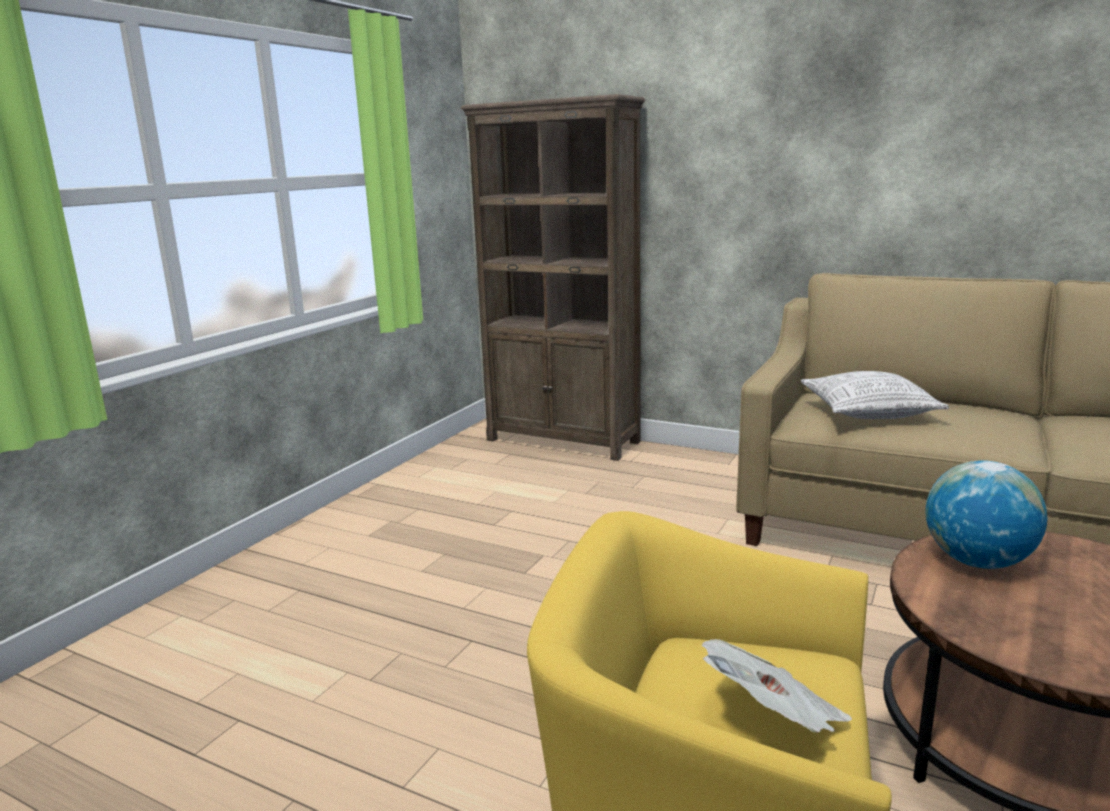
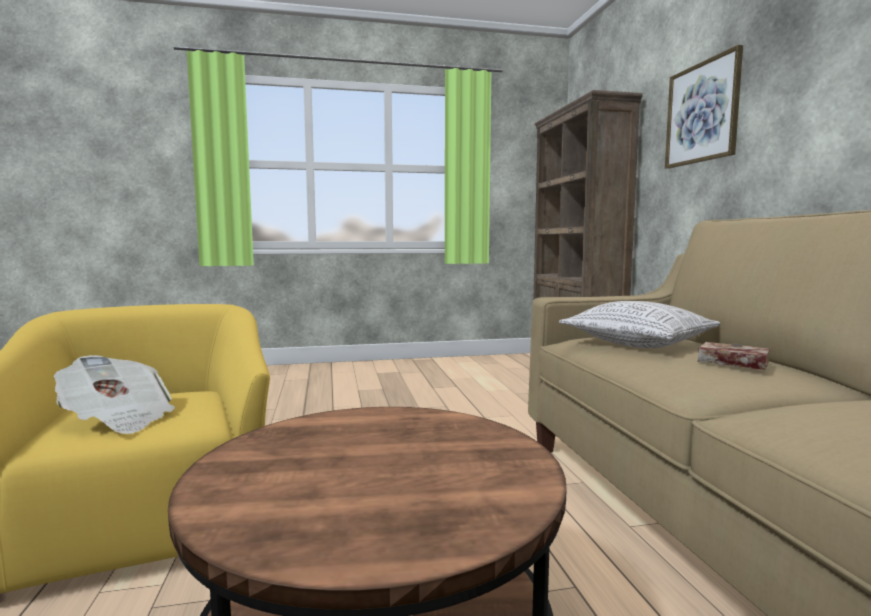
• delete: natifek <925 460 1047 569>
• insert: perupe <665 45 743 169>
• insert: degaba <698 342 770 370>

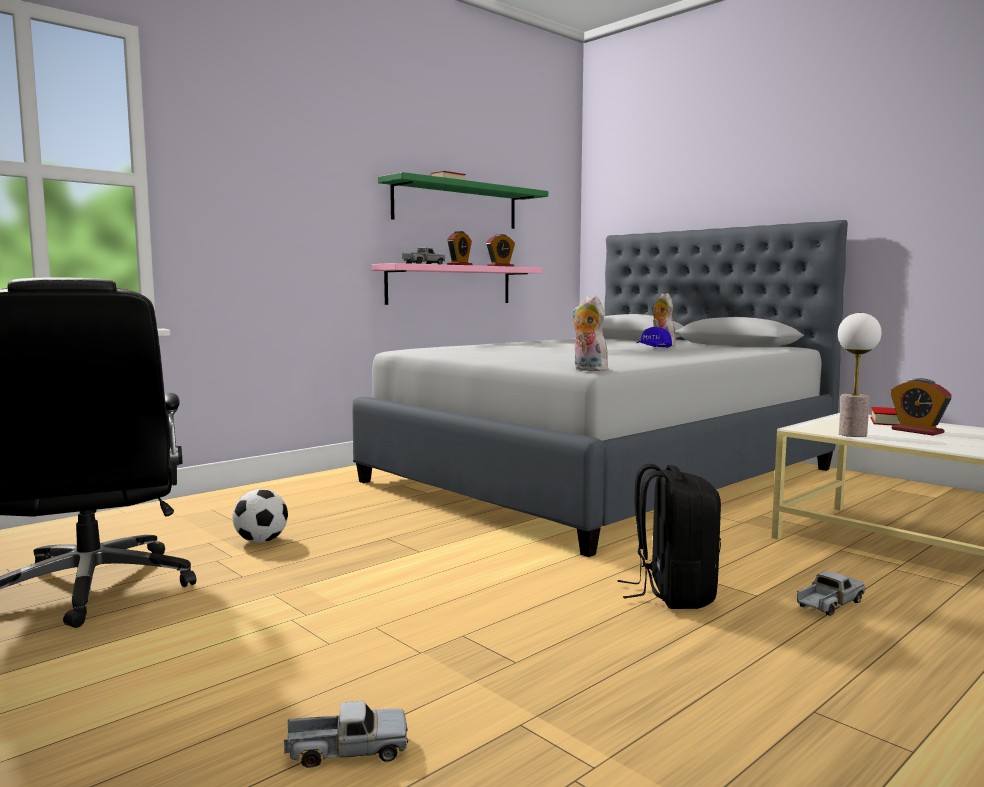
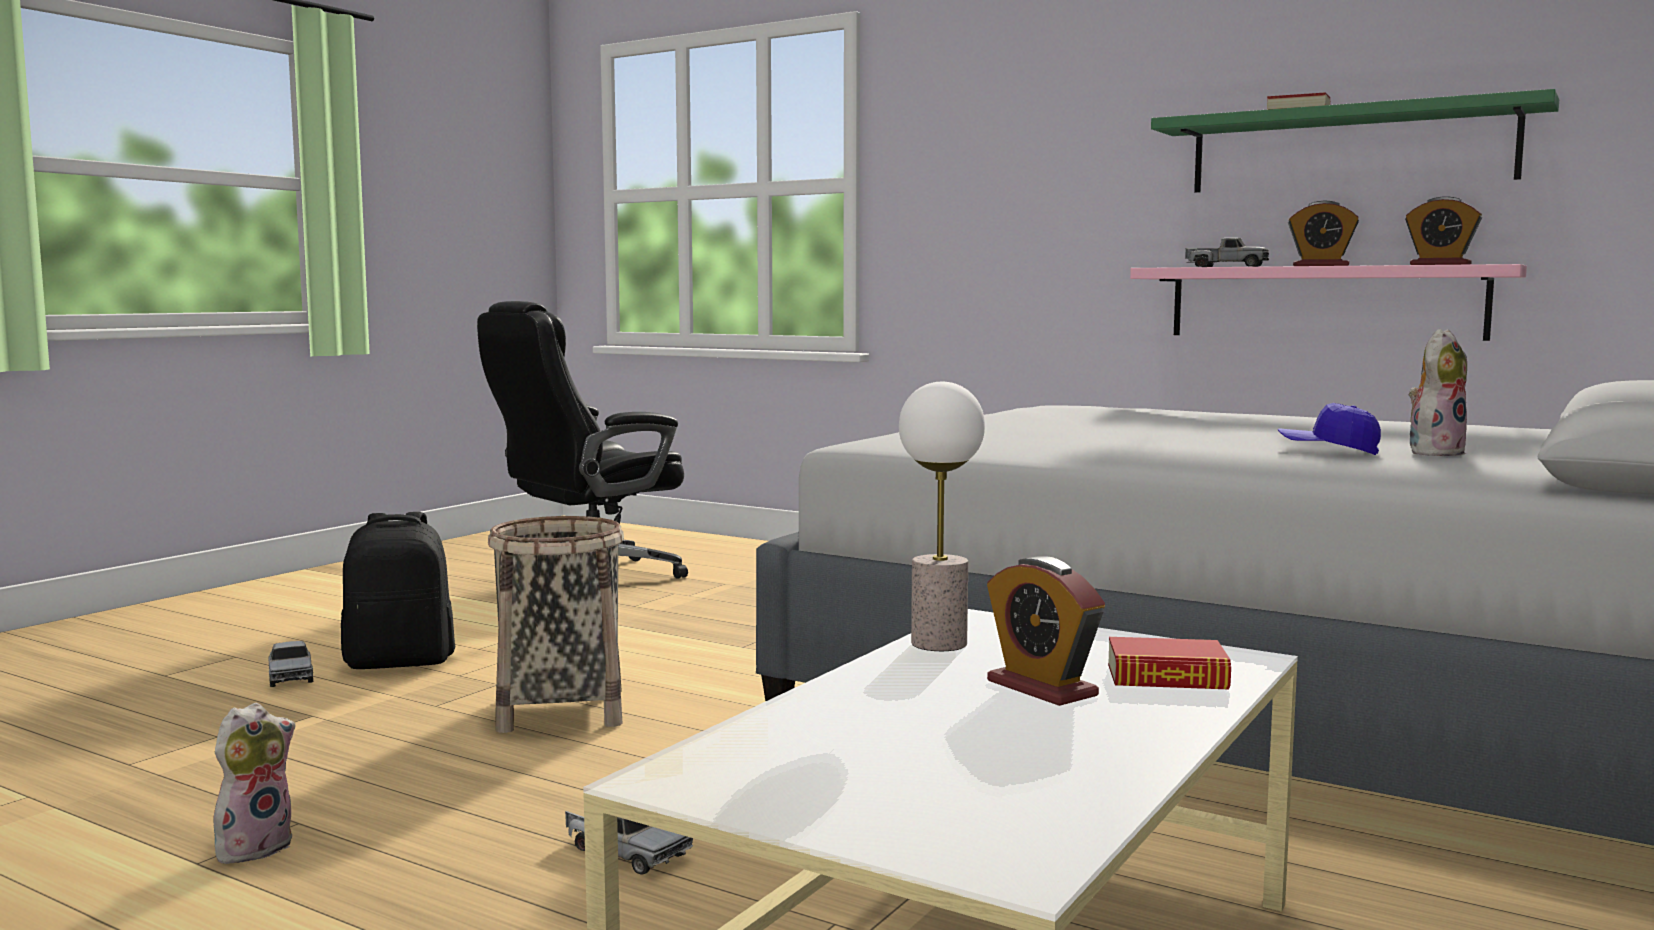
• delete: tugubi <232 489 288 543>
• insert: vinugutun <488 516 624 733>
• move: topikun <572 296 609 371> to <213 702 295 865>
• move: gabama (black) <618 464 721 609> to <341 512 455 669>
• rotate: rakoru <891 378 951 436> = <987 556 1105 706> 75 degrees counterclockwise

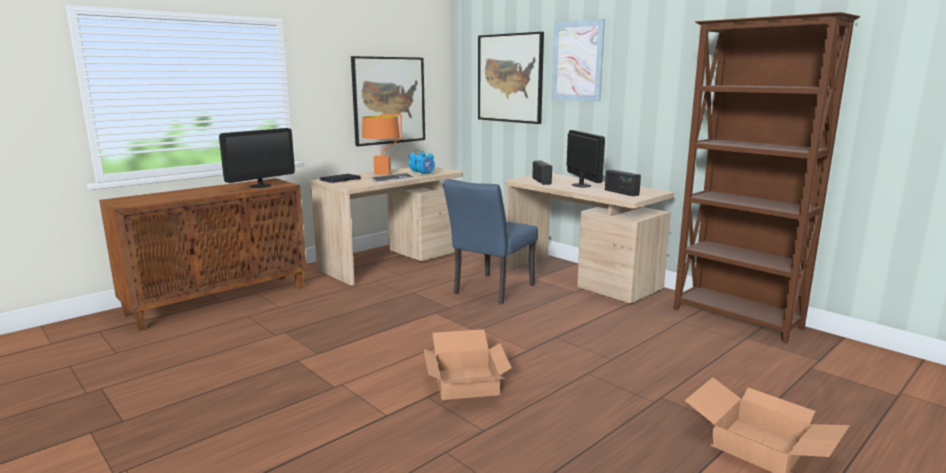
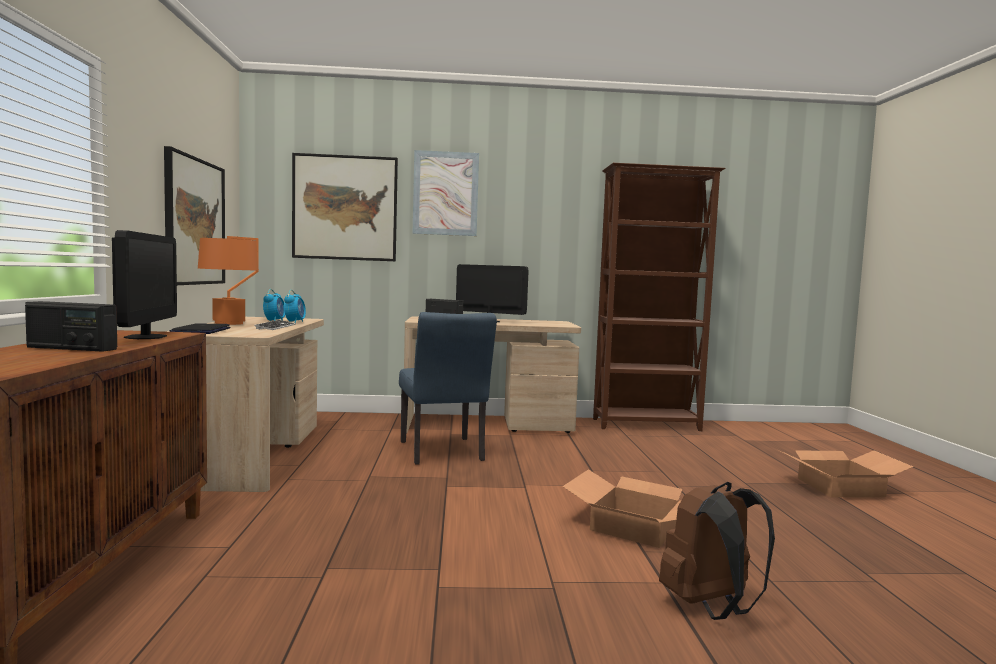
• insert: gabama (brown) <659 482 775 620>
• move: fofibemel <605 170 641 196> to <25 301 117 352>

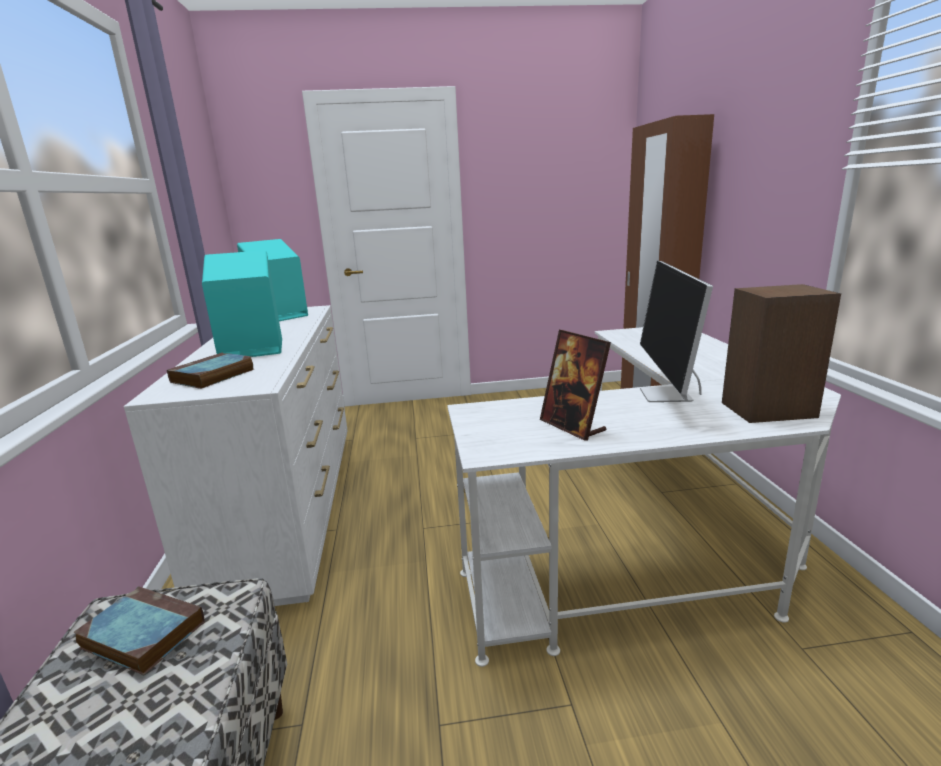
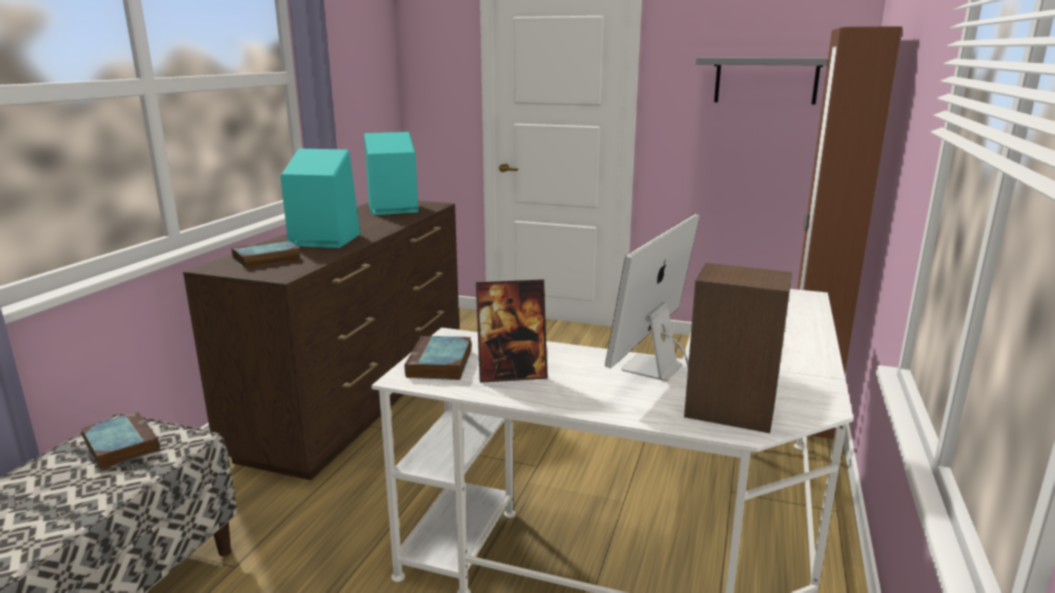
• insert: degaba <404 336 472 380>
• insert: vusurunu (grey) <696 57 828 105>
• recolor: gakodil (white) <124 305 348 606> to gakodil (brown) <183 201 459 480>
• rotate: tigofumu <540 330 611 441> = <476 279 548 383> 90 degrees counterclockwise

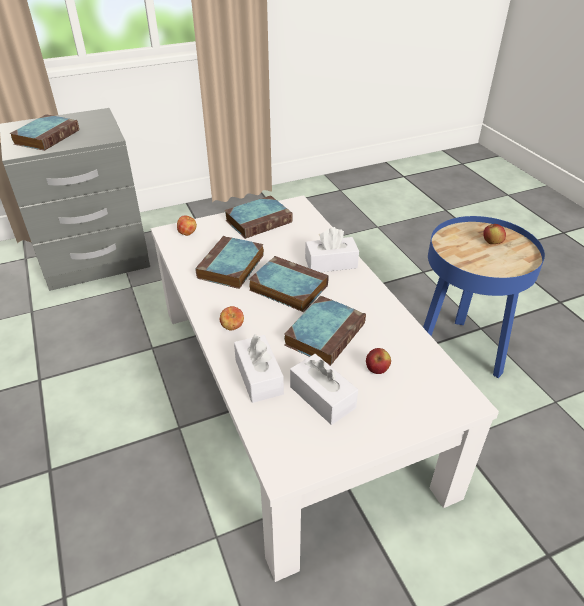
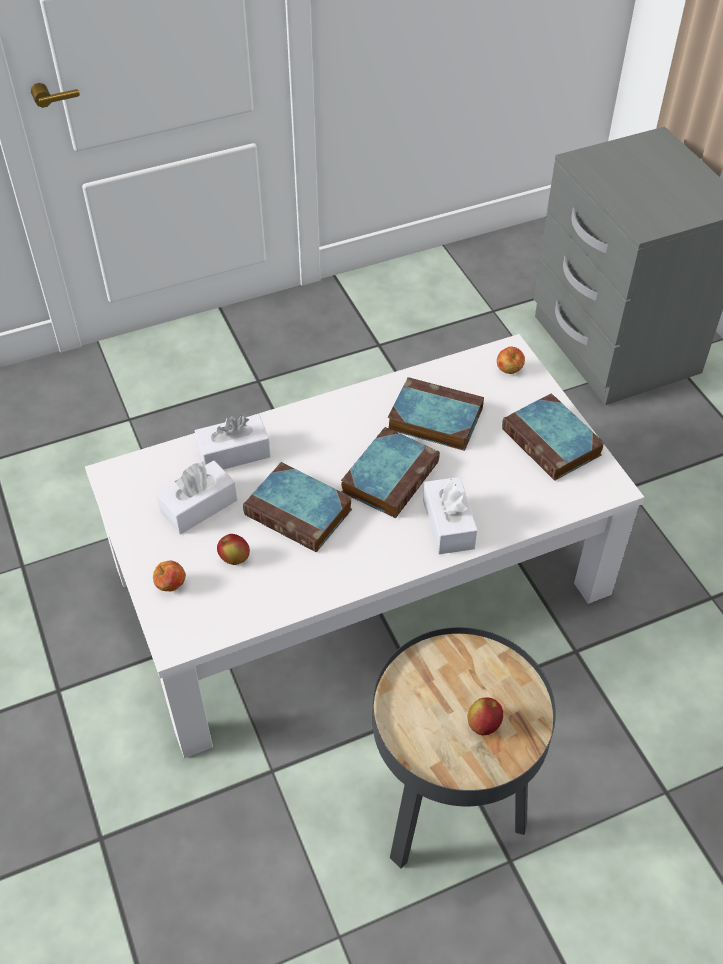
• delete: degaba <9 114 79 151>
• move: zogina <220 306 244 331> to <153 560 186 591>
• recolor: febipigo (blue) <423 216 545 378> to febipigo (black) <372 627 556 868>

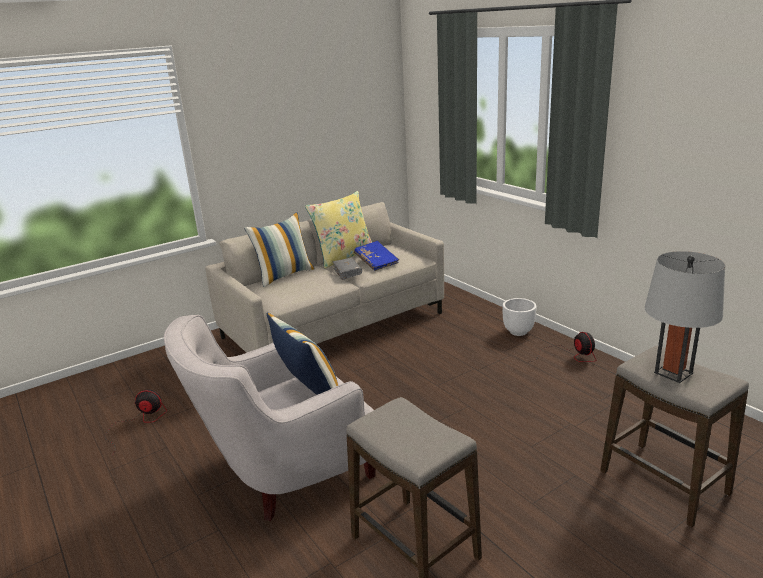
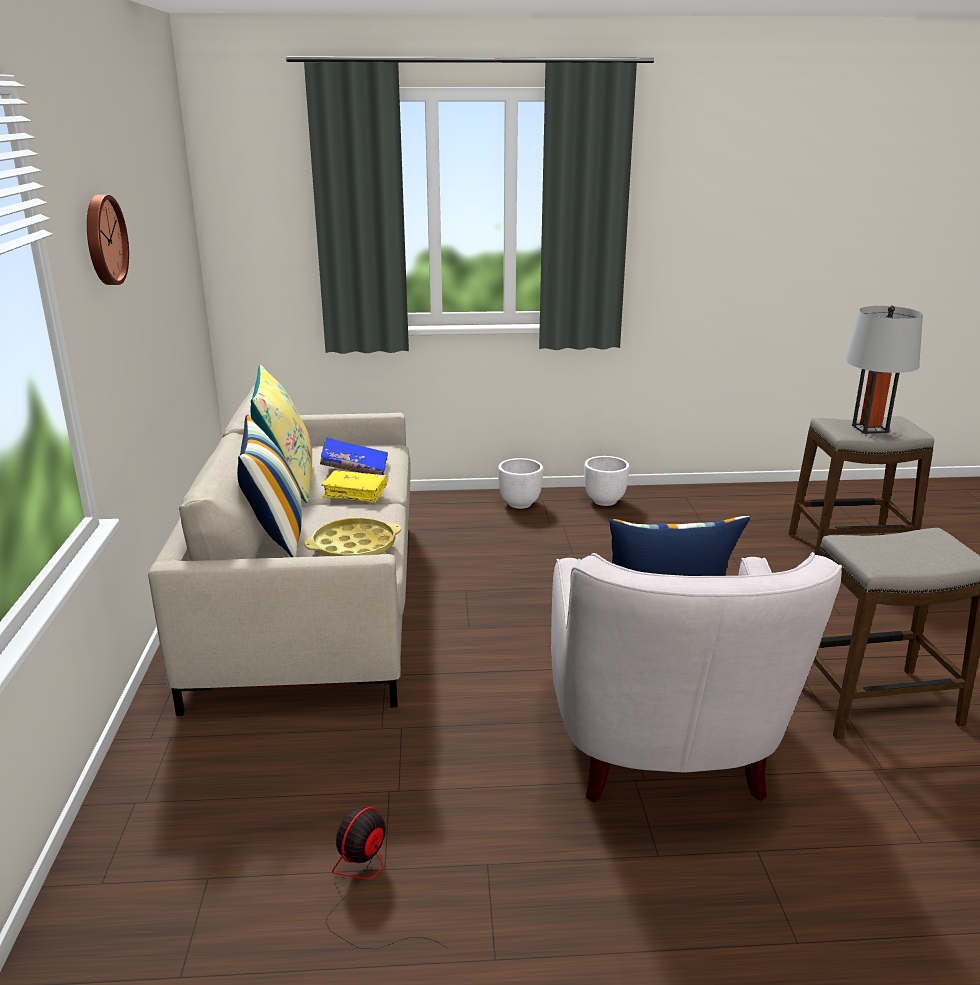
• insert: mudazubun <87 195 129 285>
• insert: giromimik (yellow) <304 518 401 556>
• replace: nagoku <530 332 596 362> to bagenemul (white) <584 456 629 506>
• recolor: degaba (grey) <333 258 362 280> to degaba (yellow) <321 470 387 503>

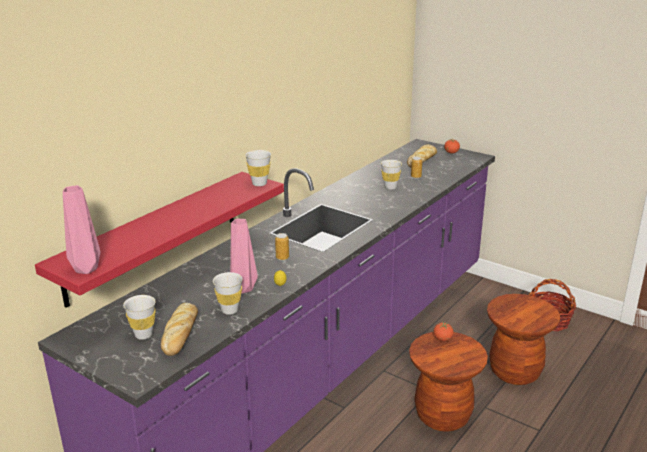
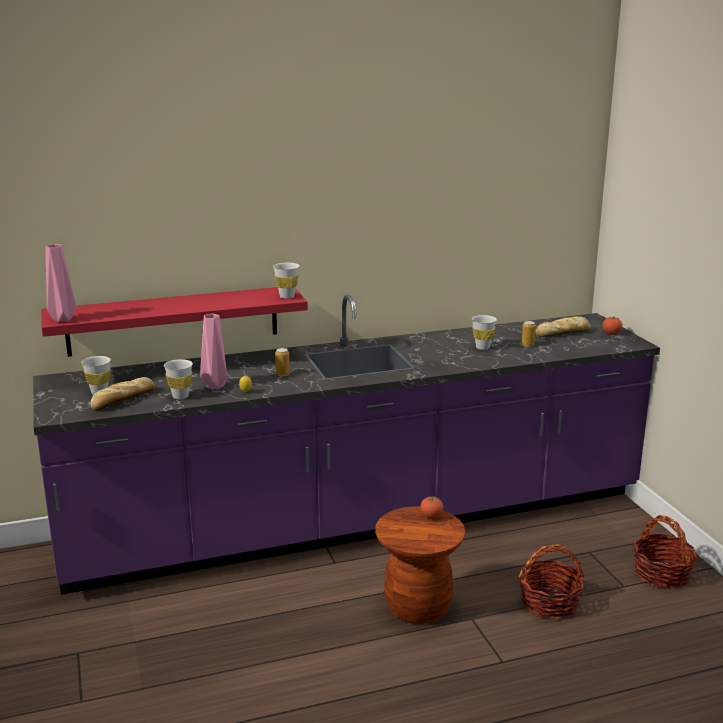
• replace: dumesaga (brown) <487 294 560 385> to vinugutun <519 544 585 619>

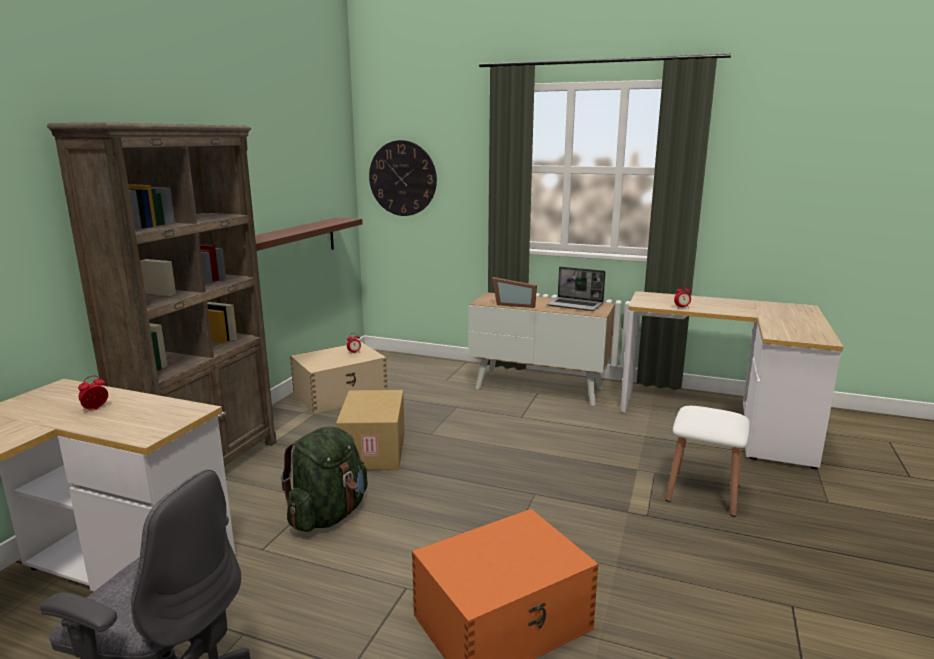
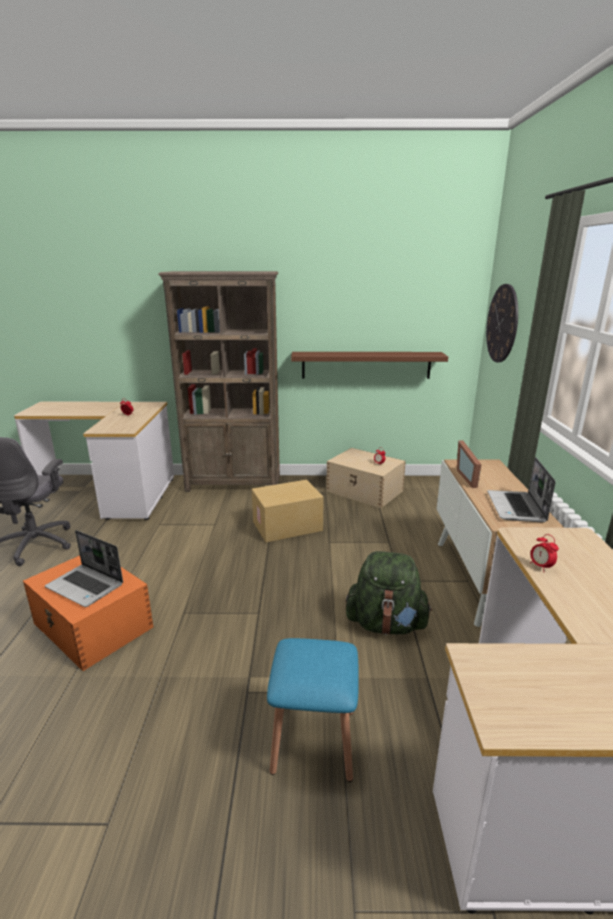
• insert: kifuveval <45 530 123 607>
• move: gabama (green) <281 426 368 532> to <346 551 432 635>
• recolor: dumesaga (white) <666 406 750 517> to dumesaga (blue) <267 638 359 782>

